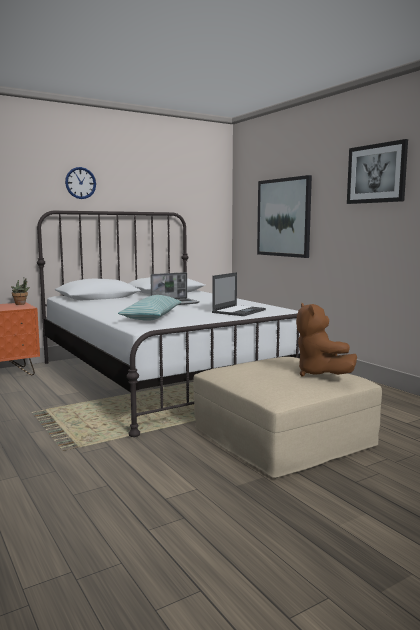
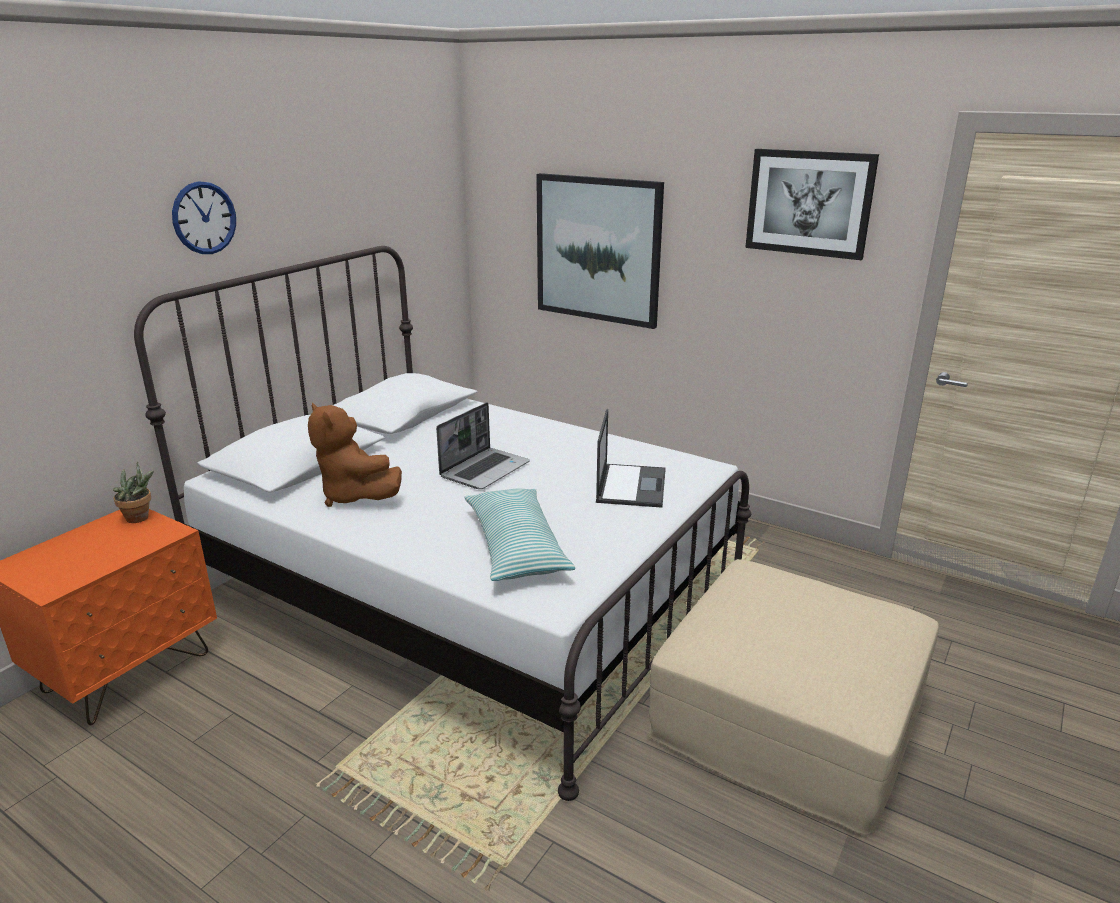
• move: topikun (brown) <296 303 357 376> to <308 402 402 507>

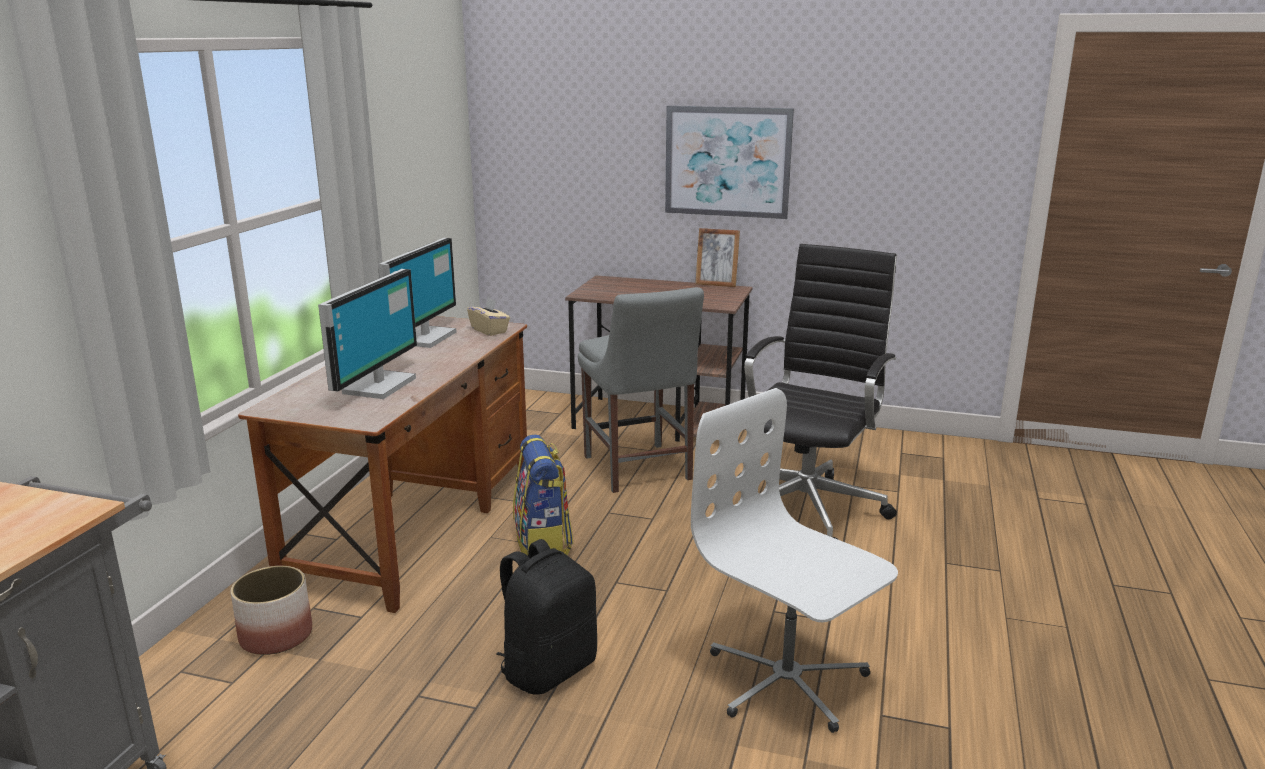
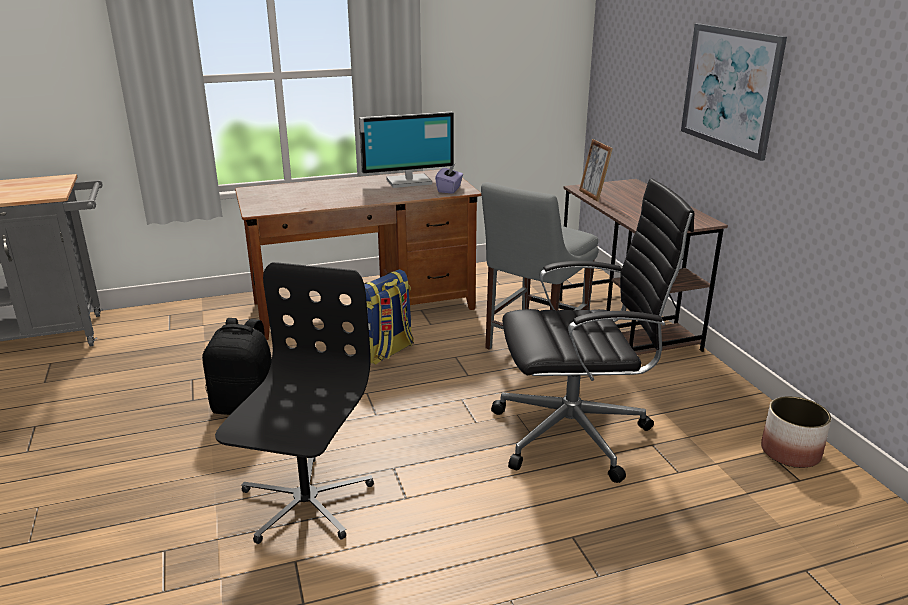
• delete: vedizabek <318 269 417 399>
• move: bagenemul <231 566 312 655> to <761 396 831 468>
• move: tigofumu <695 228 740 287> to <579 139 613 202>
• recolor: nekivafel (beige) <467 298 510 336> to nekivafel (purple) <435 164 463 194>
• recolor: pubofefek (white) <691 388 898 733> to pubofefek (black) <215 262 374 544>

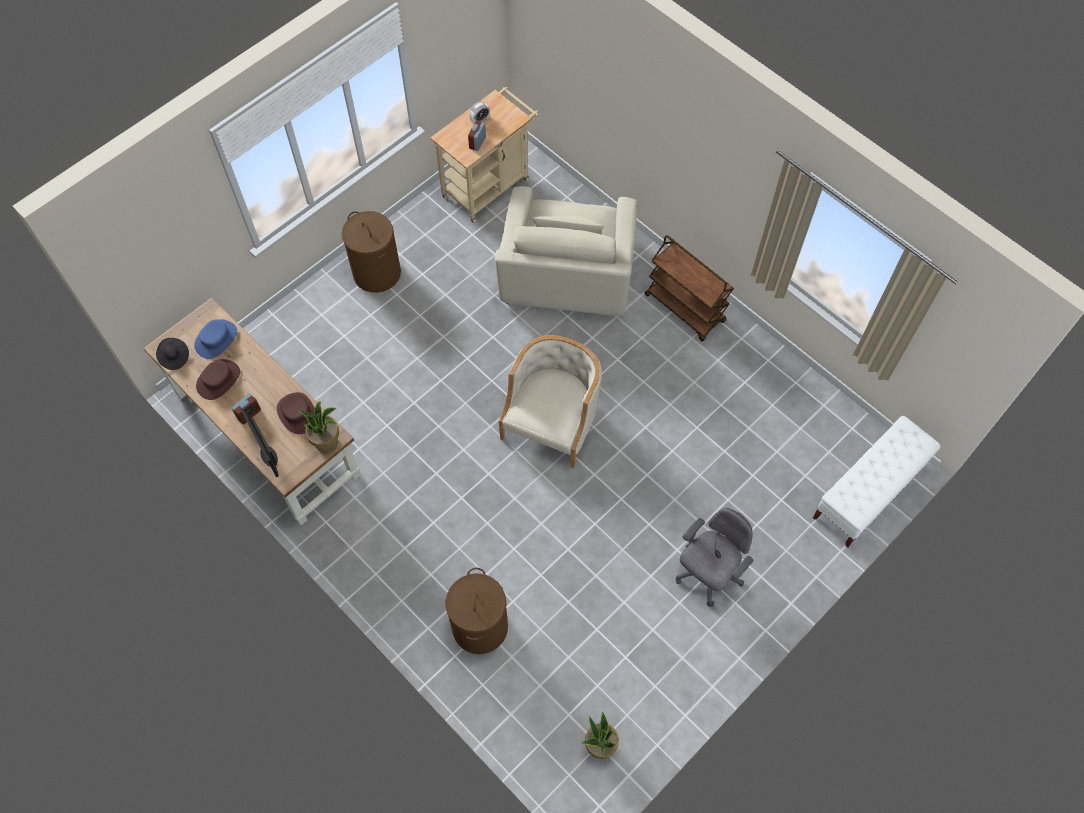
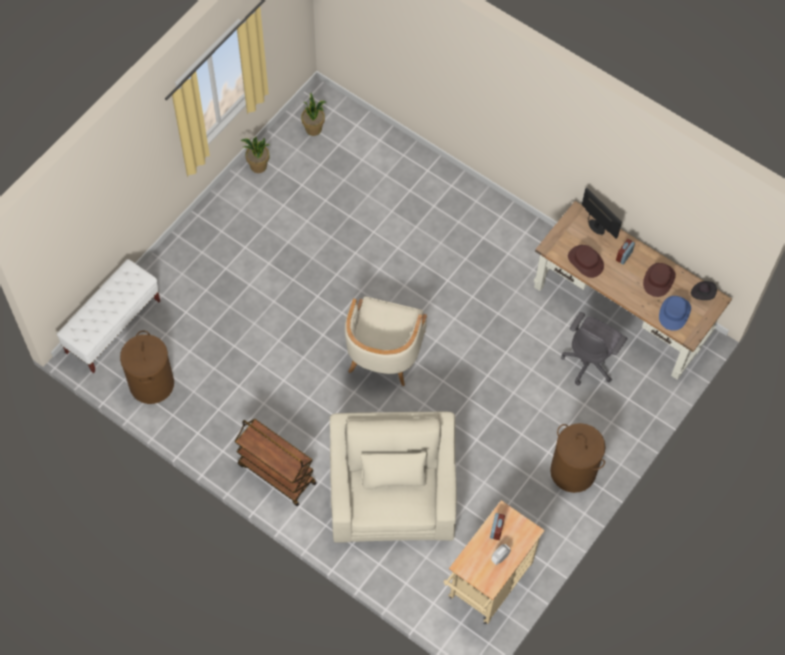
• move: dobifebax <298 402 339 453> to <241 137 270 173>
• move: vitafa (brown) <445 568 508 654> to <120 331 174 404>
• move: pubofefek (grey) <676 508 754 607> to <561 312 627 386>

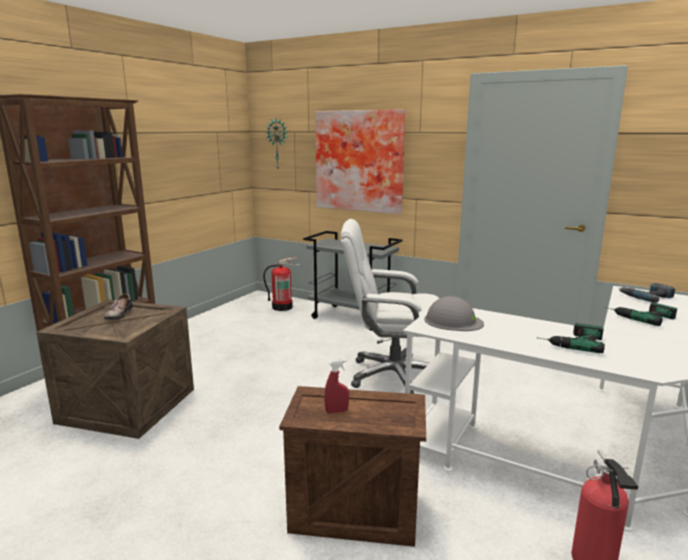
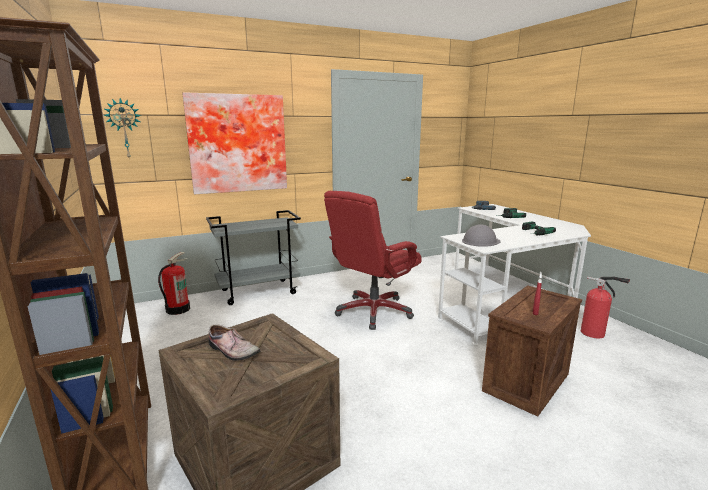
• recolor: pubofefek (white) <341 219 440 394> to pubofefek (red) <324 191 421 330>

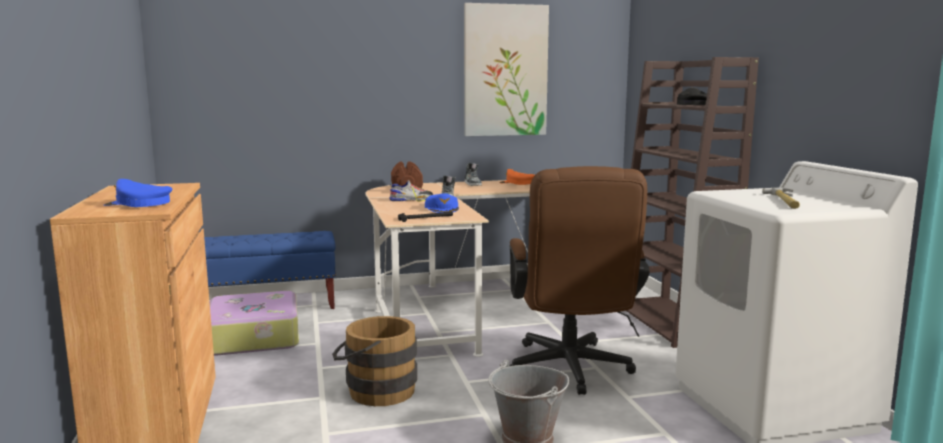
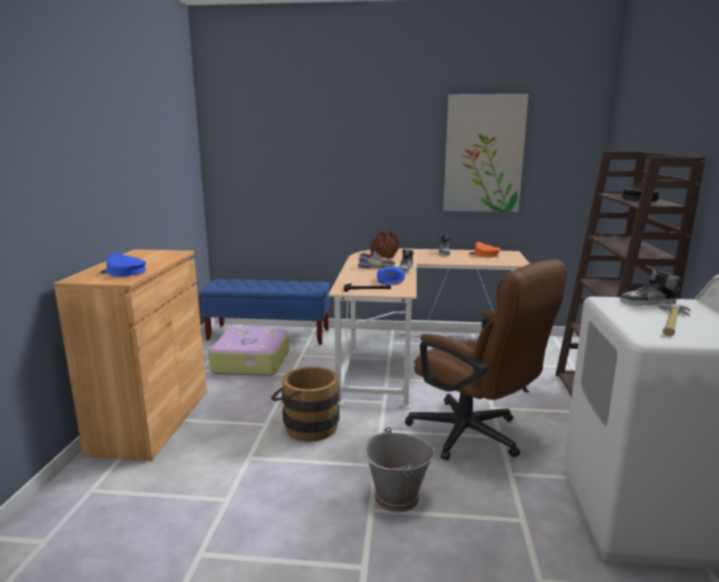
• insert: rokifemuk <619 270 681 305>
• rotate: pubofefek (brown) <509 166 650 395> = <405 259 566 461> 60 degrees counterclockwise

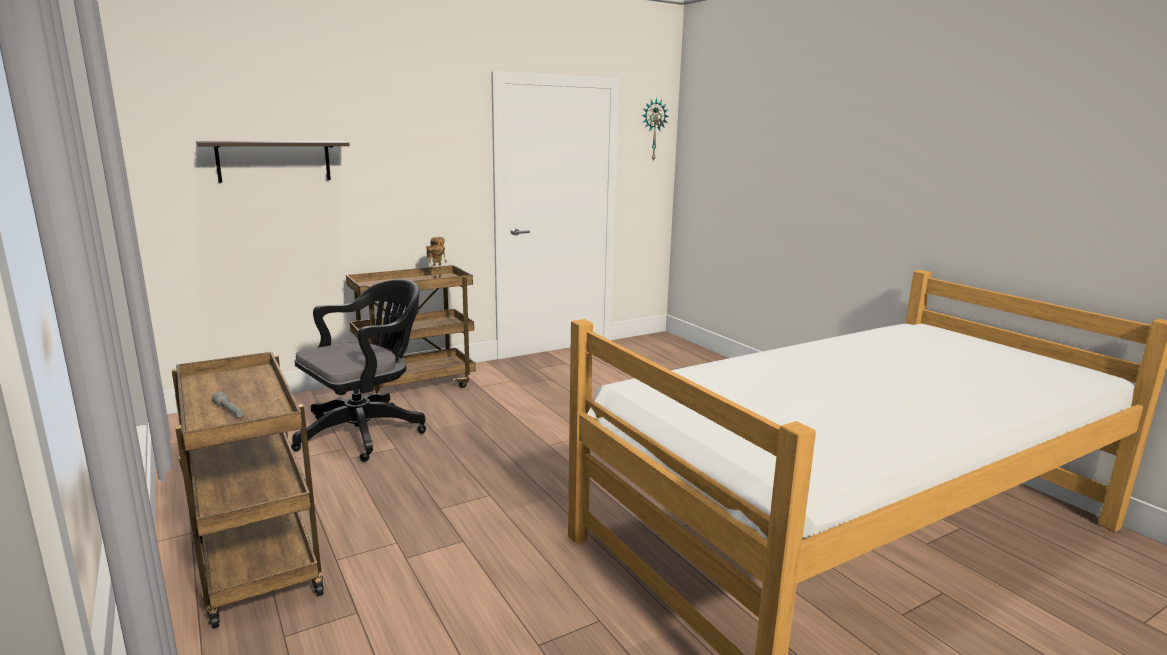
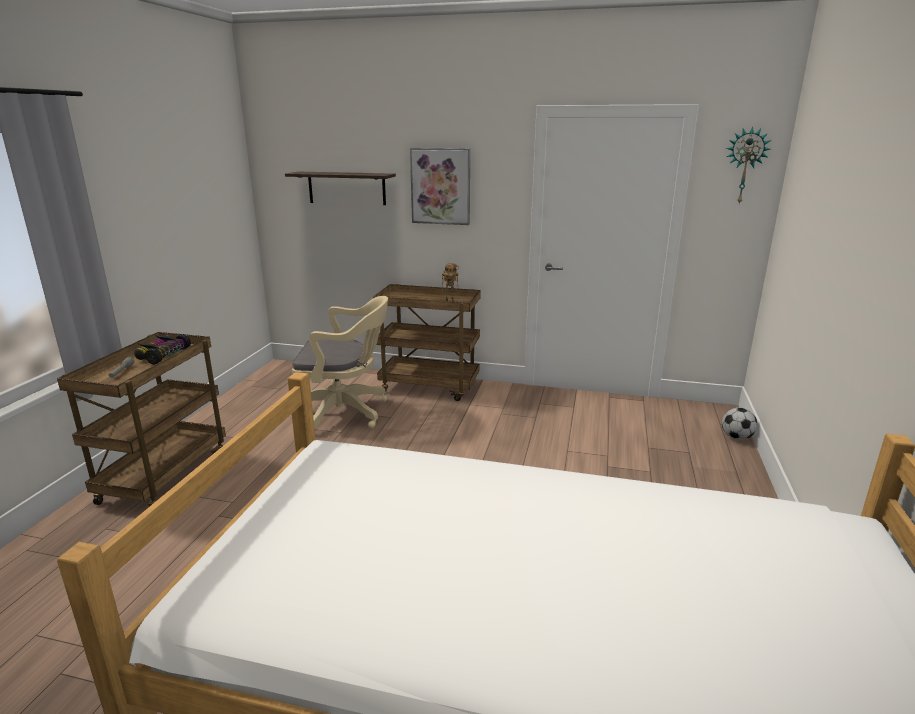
• insert: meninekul <134 334 191 365>
• insert: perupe <410 148 470 225>
• insert: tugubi <722 408 757 440>
• recolor: pubofefek (black) <291 279 426 462> to pubofefek (beige) <292 296 388 429>

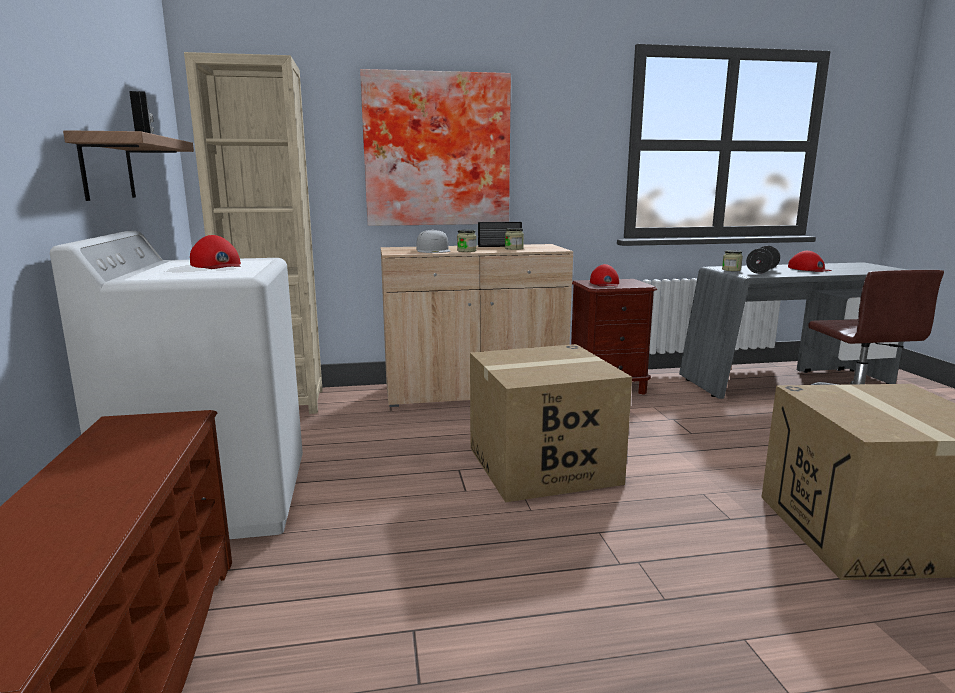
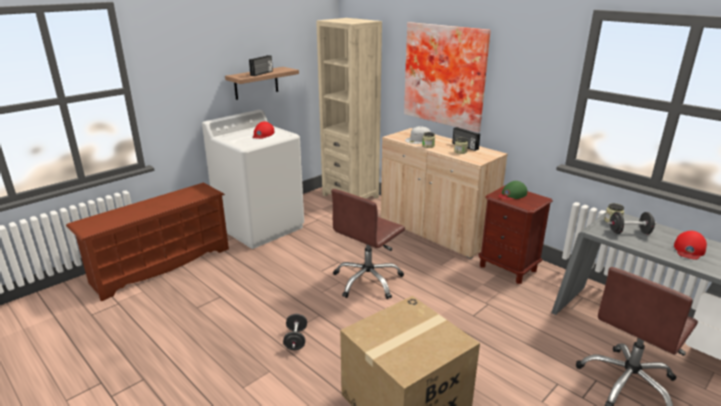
• insert: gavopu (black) <283 314 307 350>
• replace: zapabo <470 344 632 502> to pubofefek (brown) <331 189 405 299>
• recolor: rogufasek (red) <590 264 619 286> to rogufasek (green) <498 181 527 200>

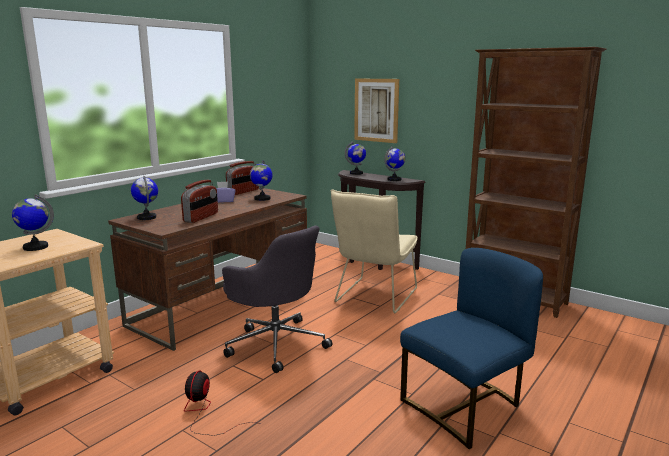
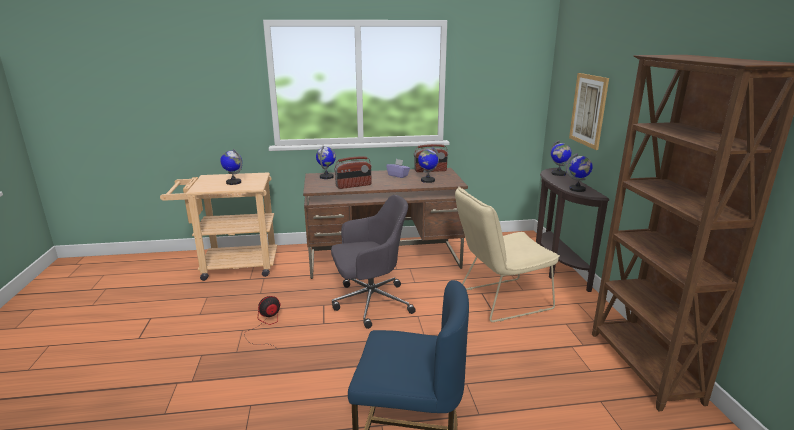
• rotate: pubofefek (grey) <222 225 332 373> = <331 195 416 329> 105 degrees counterclockwise

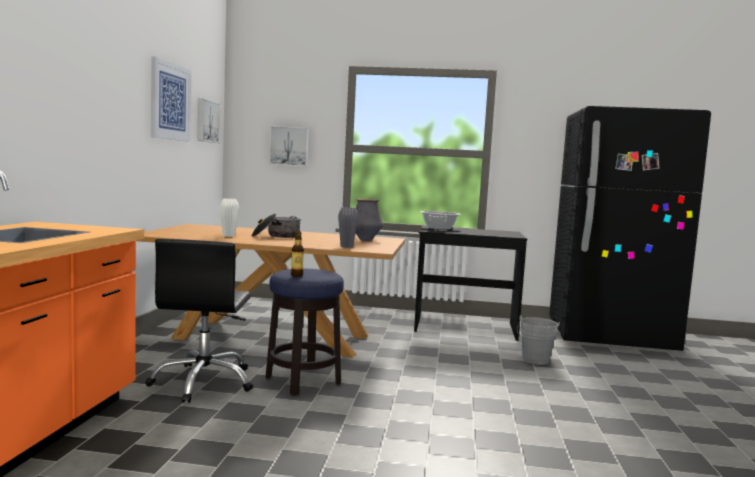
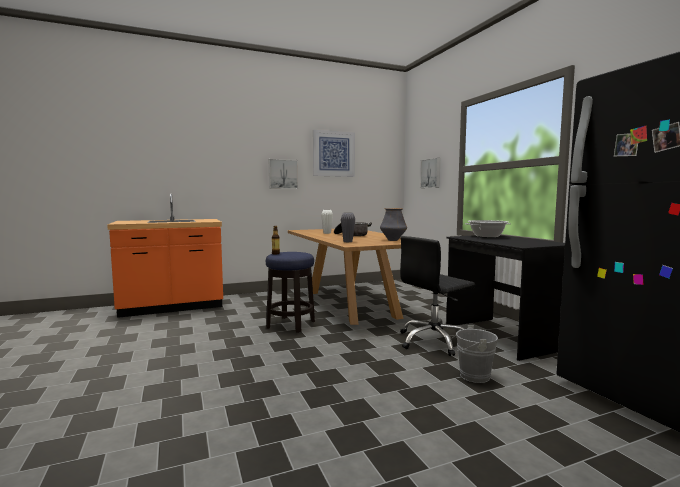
• move: pubofefek (black) <145 239 253 403> to <400 236 475 356>
• move: perupe <198 98 220 143> to <269 159 298 189>

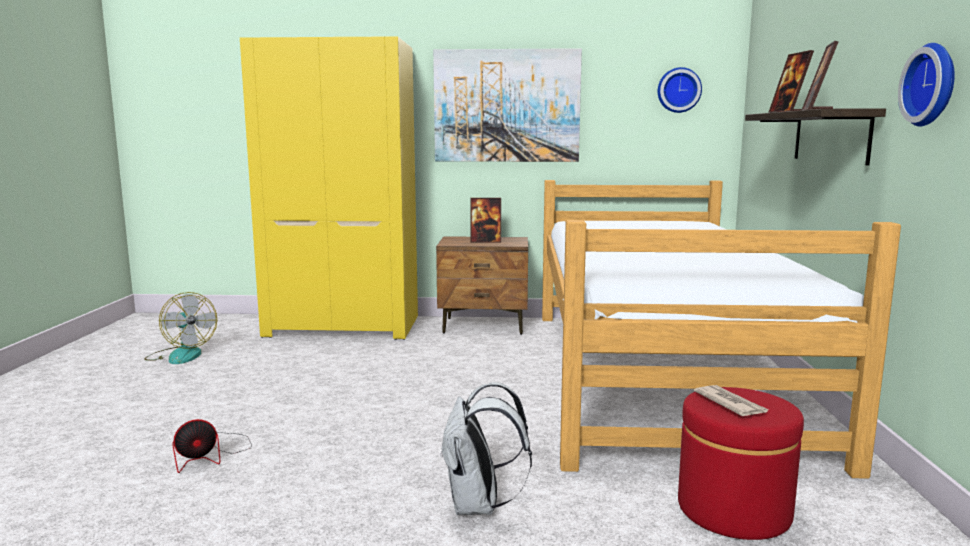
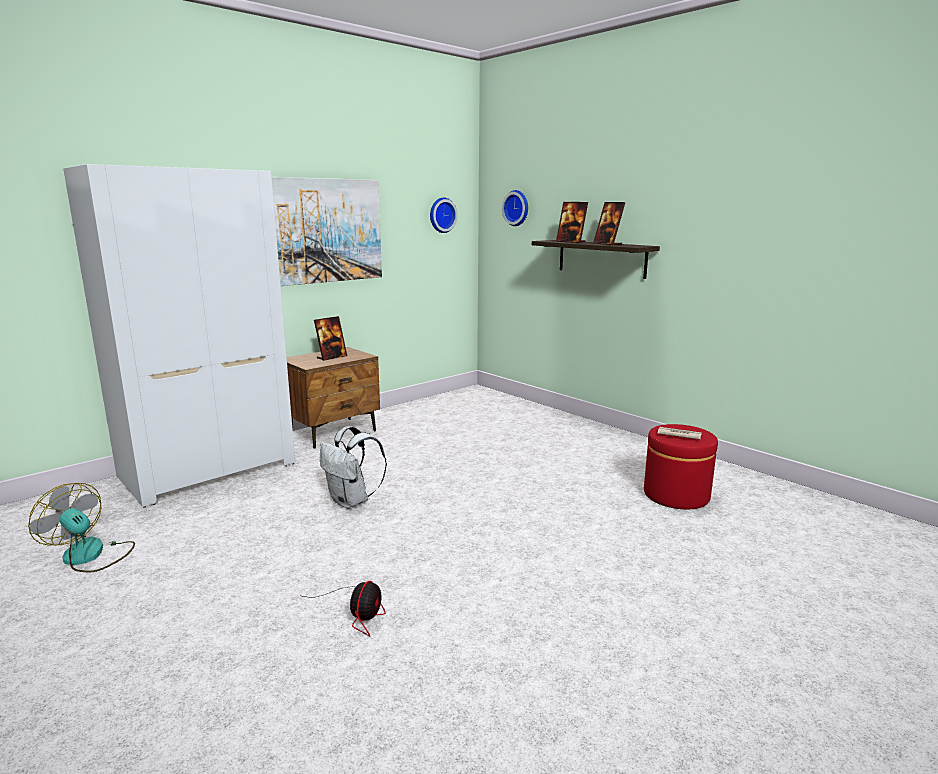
• delete: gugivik <542 180 901 479>
• move: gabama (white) <440 382 532 515> to <320 426 387 509>
• move: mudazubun <898 43 955 127> to <502 190 528 226>
• recolor: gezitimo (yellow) <240 36 418 340> to gezitimo (white) <63 164 295 508>
• rotate: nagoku <144 292 217 364> = <28 483 135 573> 150 degrees counterclockwise

